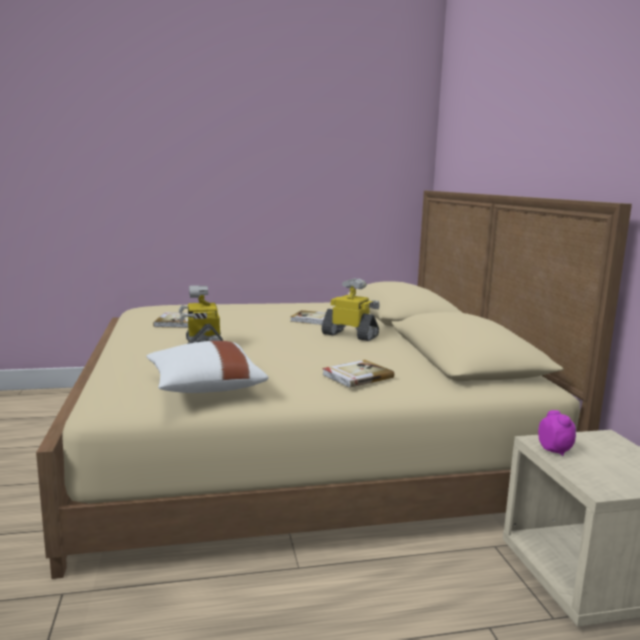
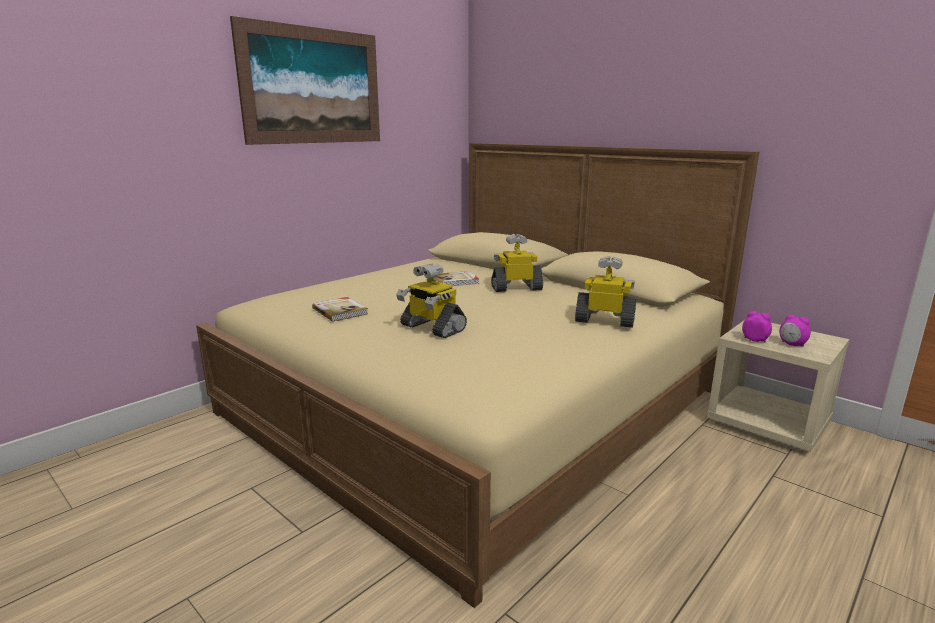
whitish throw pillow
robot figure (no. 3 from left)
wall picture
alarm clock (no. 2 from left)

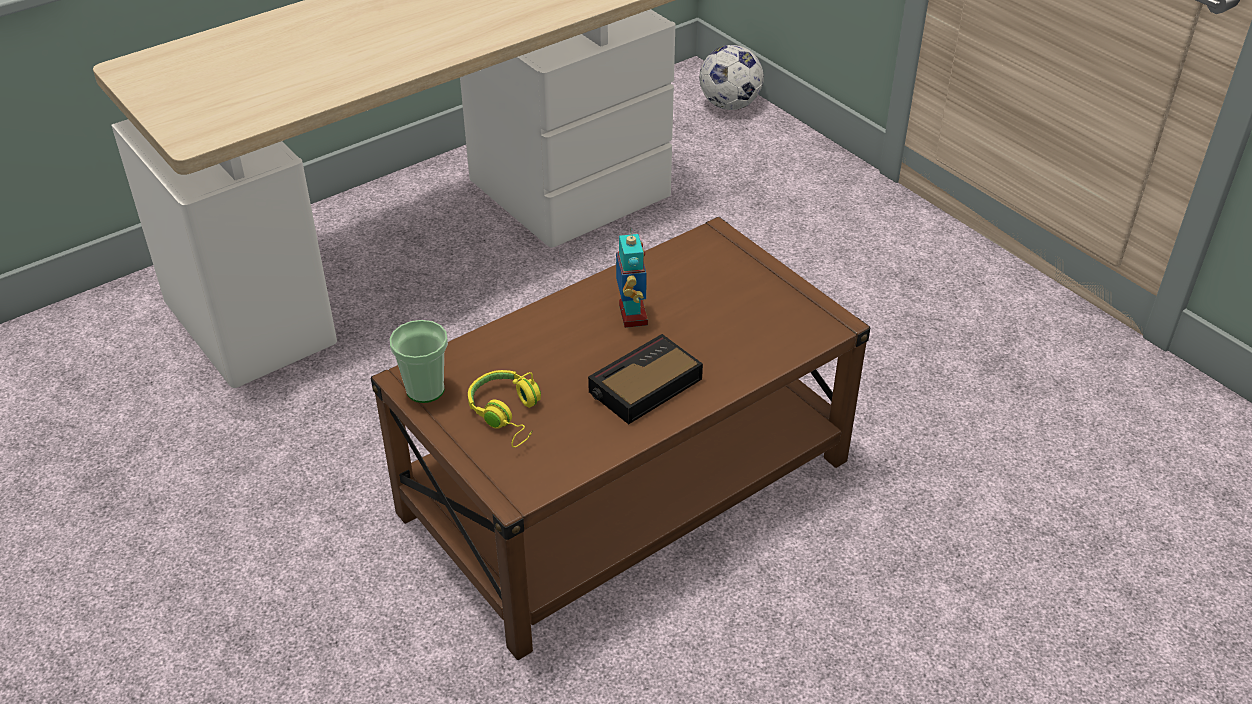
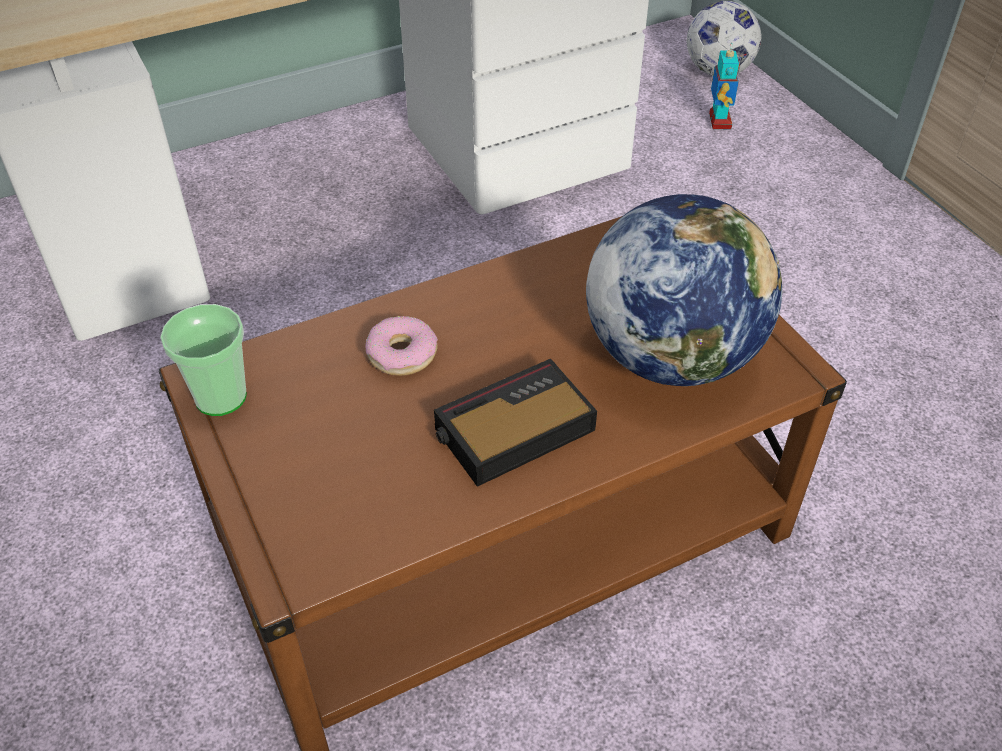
yellowish headset
robot figure
donut
world globe

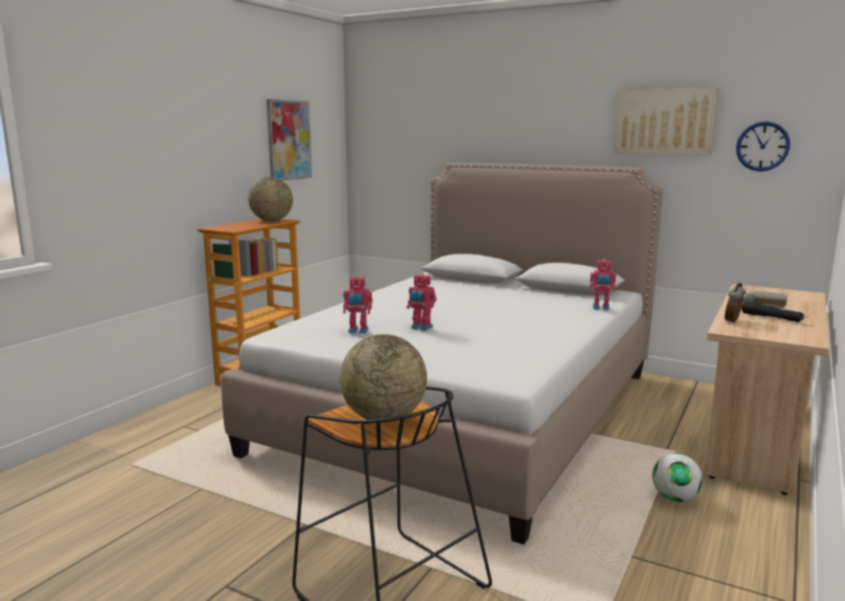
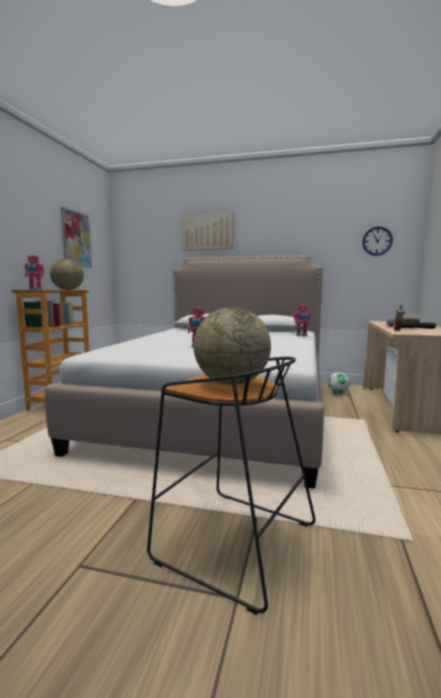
robot figure (no. 1 from left)
wall picture (no. 2 from left)
football ball

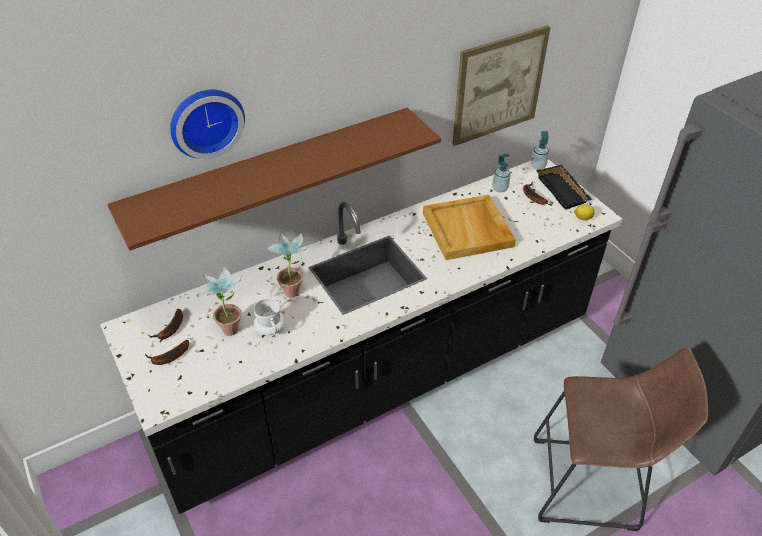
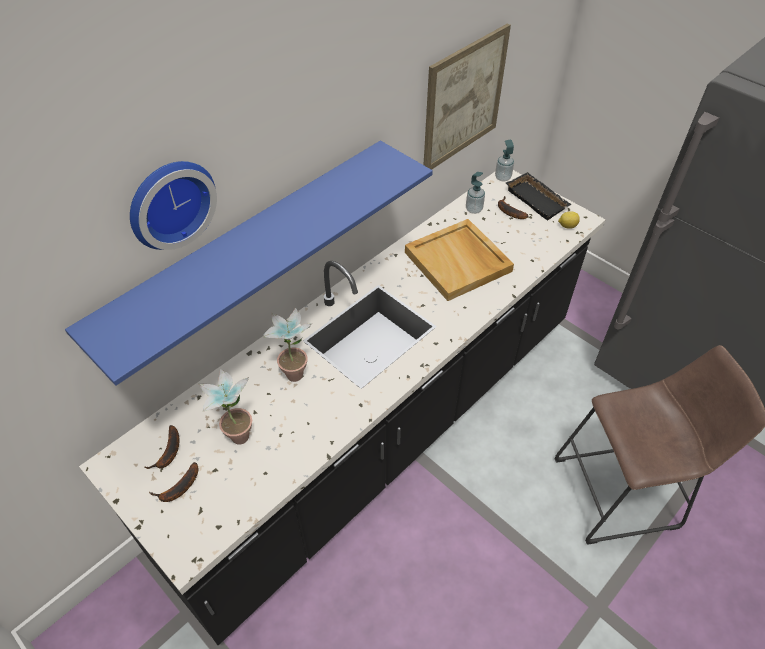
blue-coloured wall shelf
whitish coffee mug

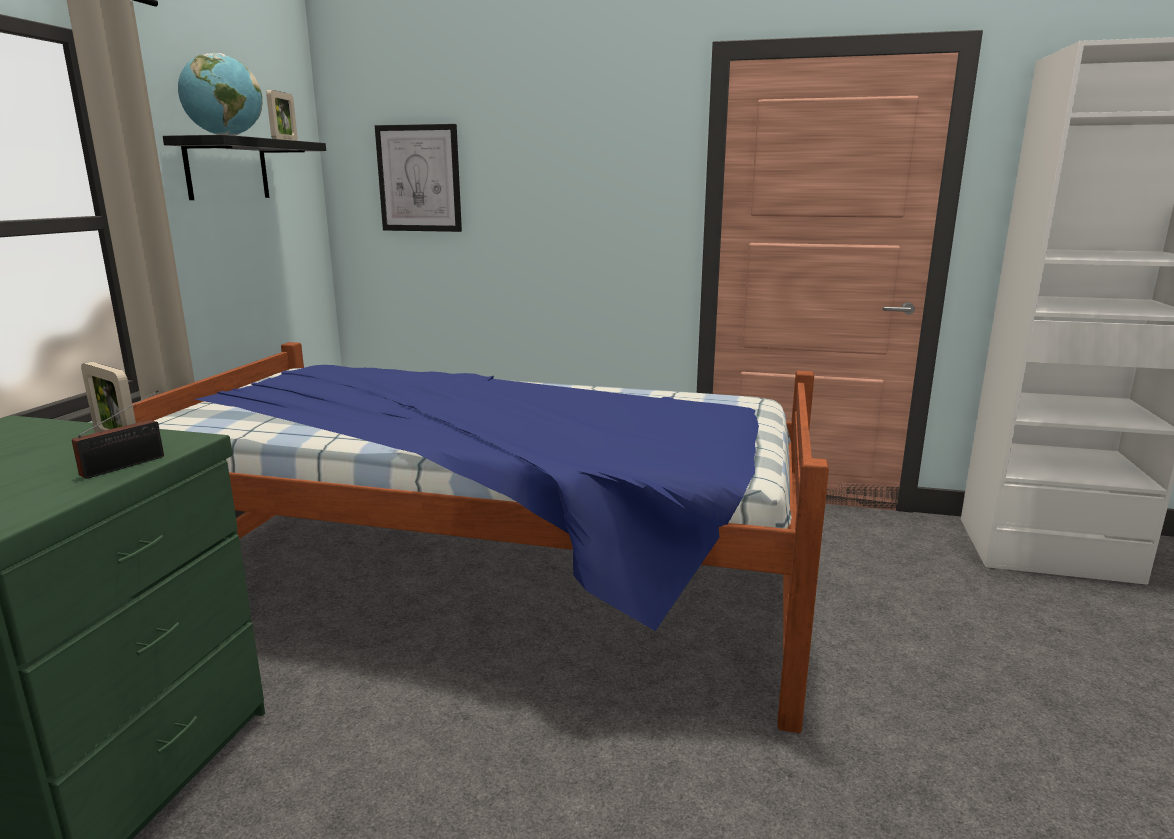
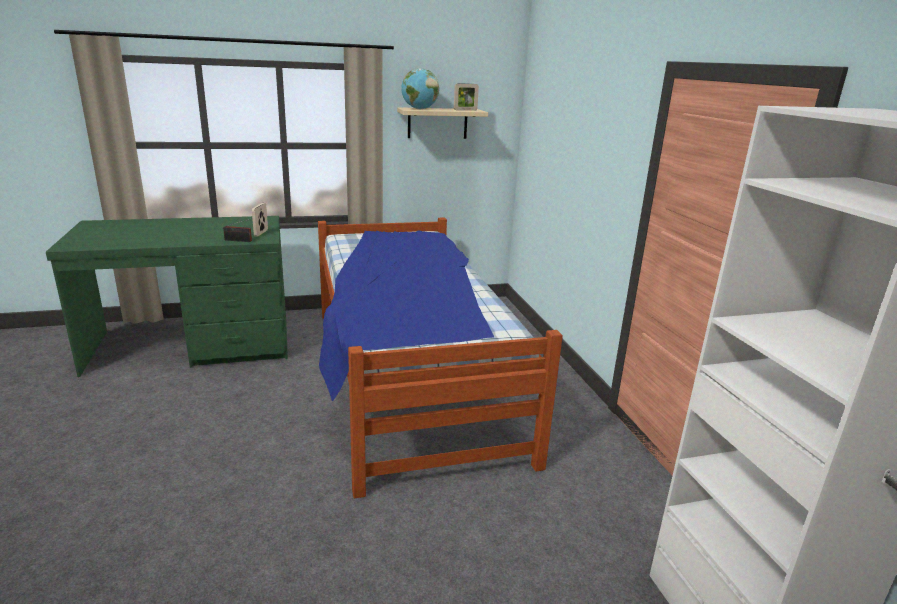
sand-coloured wall shelf
wall picture

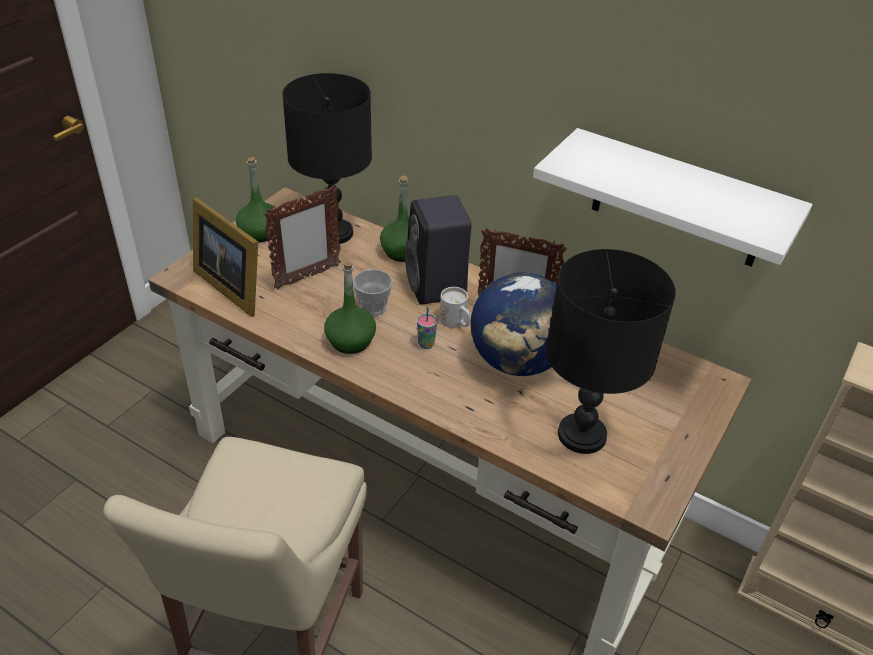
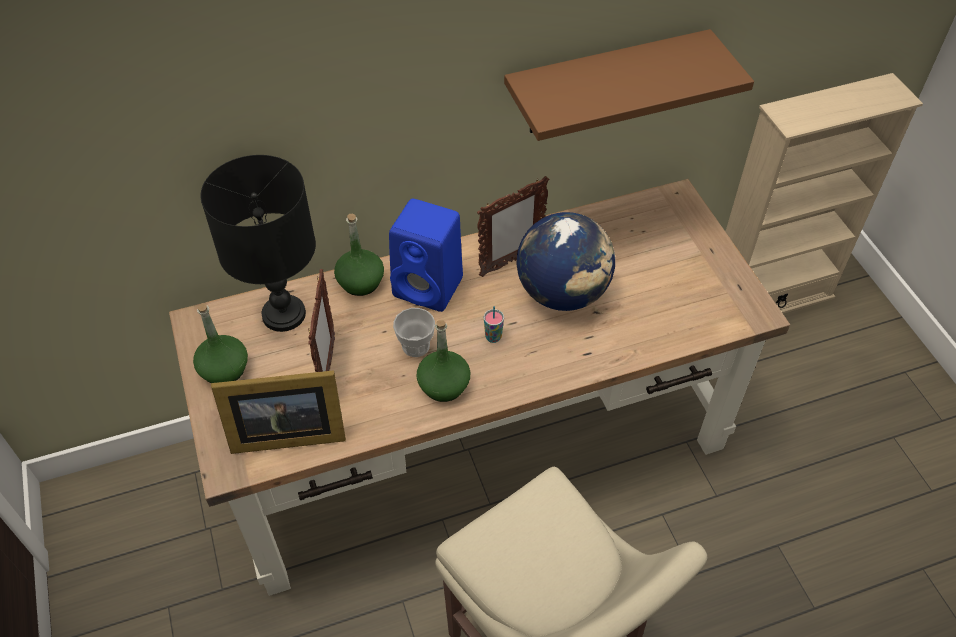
blue-coloured speaker
whitish coffee mug
brown-coloured wall shelf
black-coloured tabletop lamp (no. 2 from left in the first image)

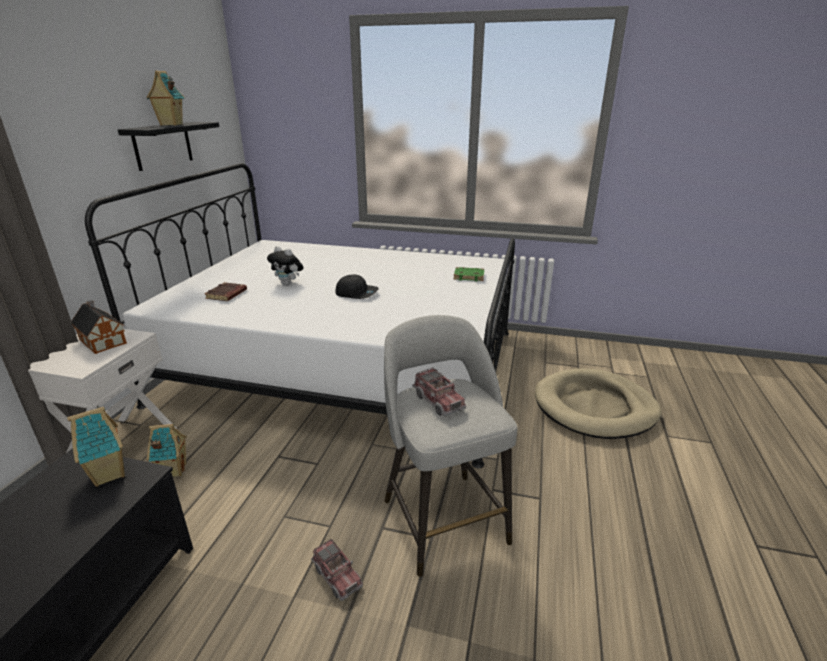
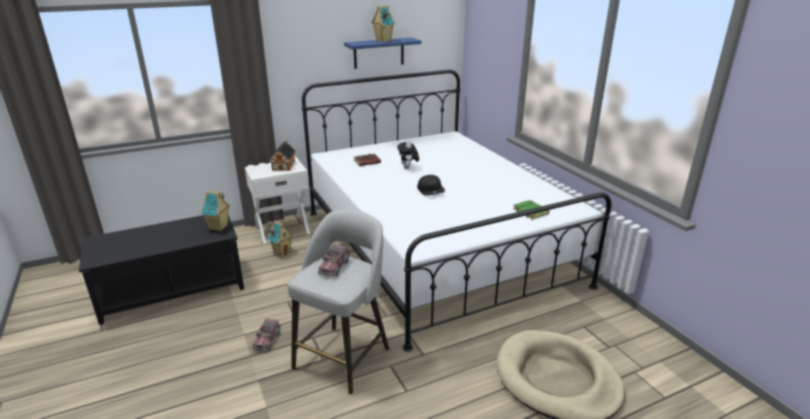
blue-coloured wall shelf

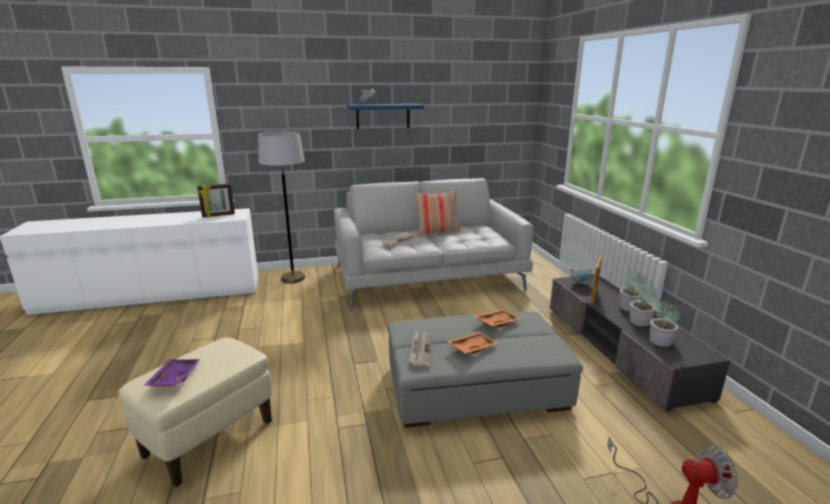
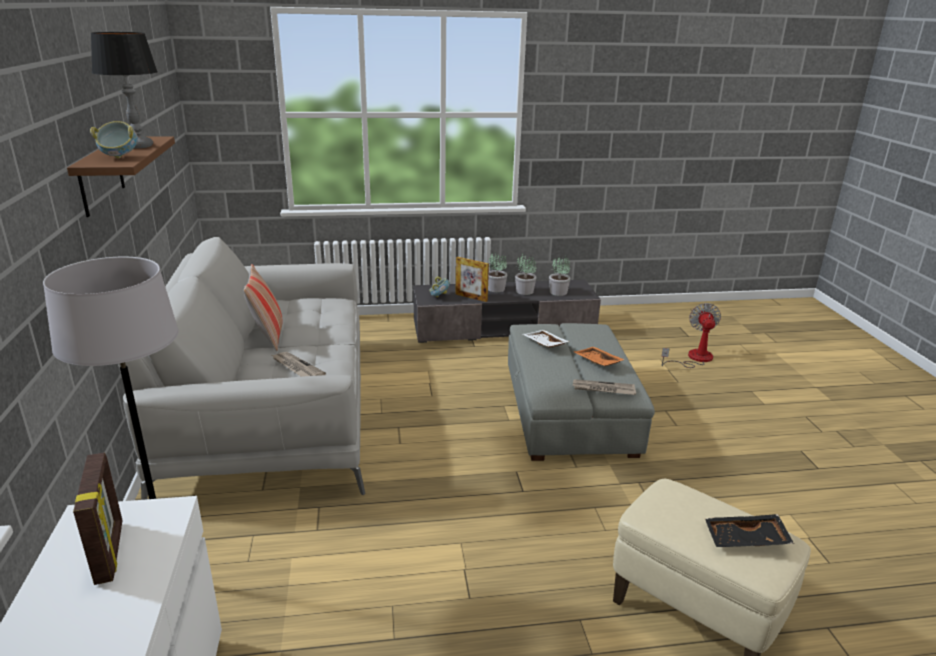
black-coloured tray
brown-coloured wall shelf
whitish tray
tabletop lamp

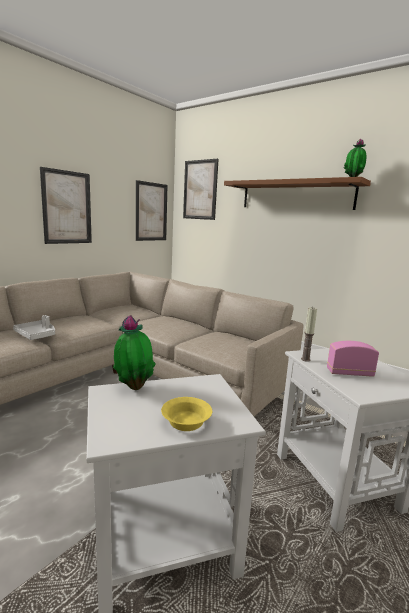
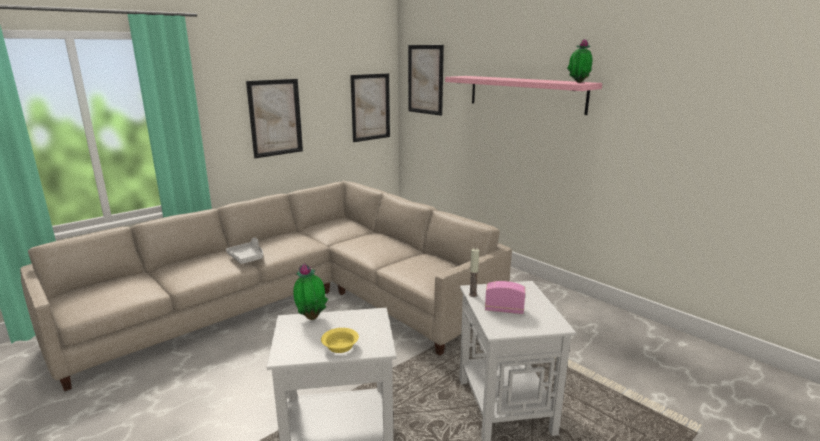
pinkish wall shelf

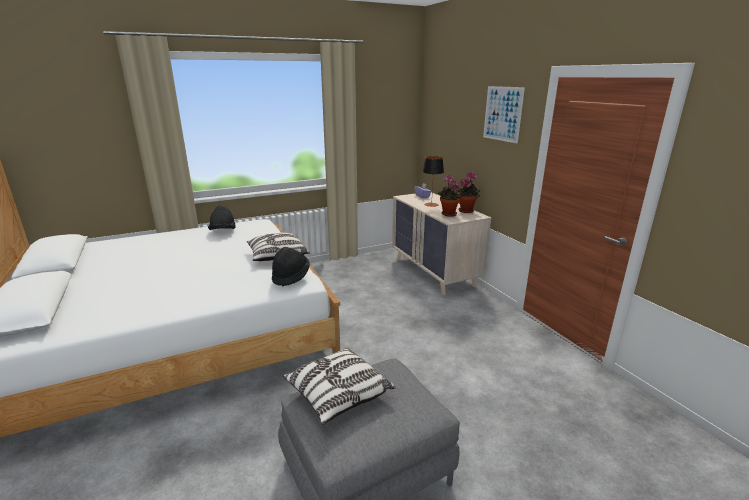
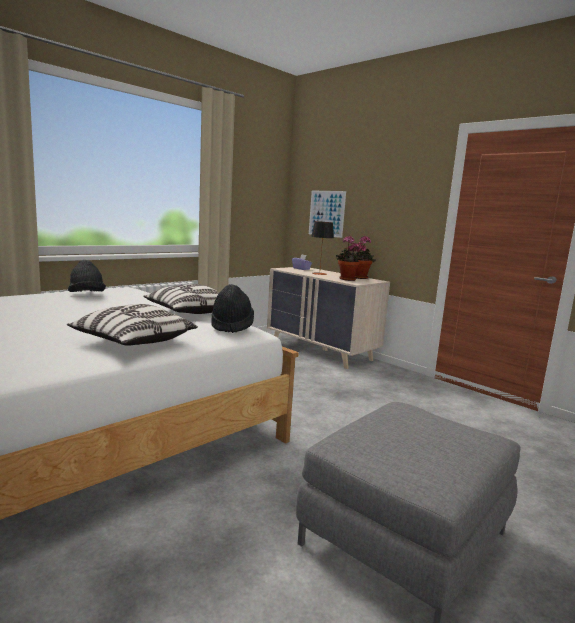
throw pillow (no. 1 from left)
wall picture

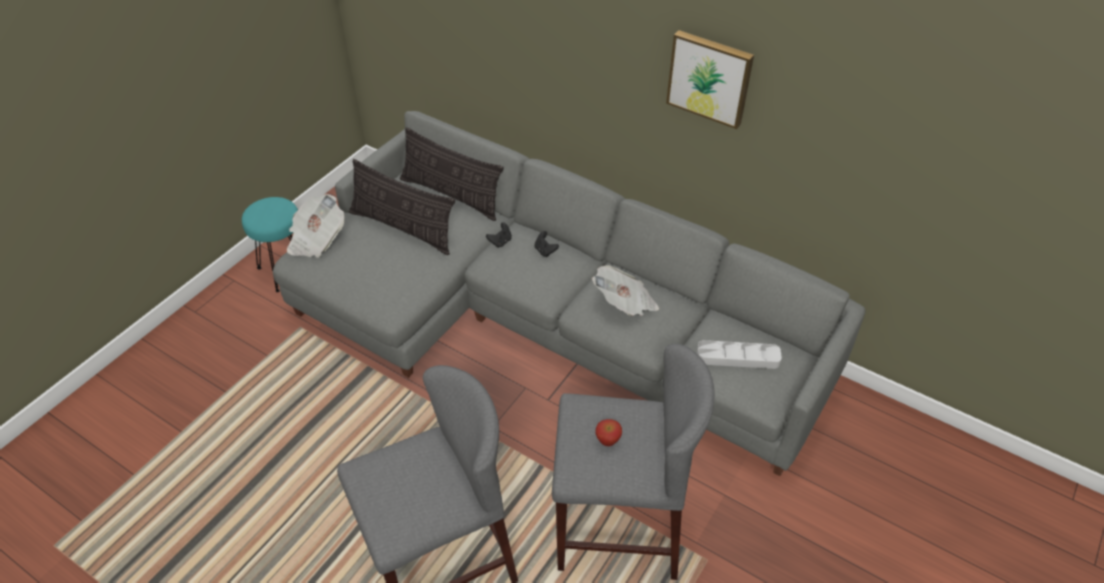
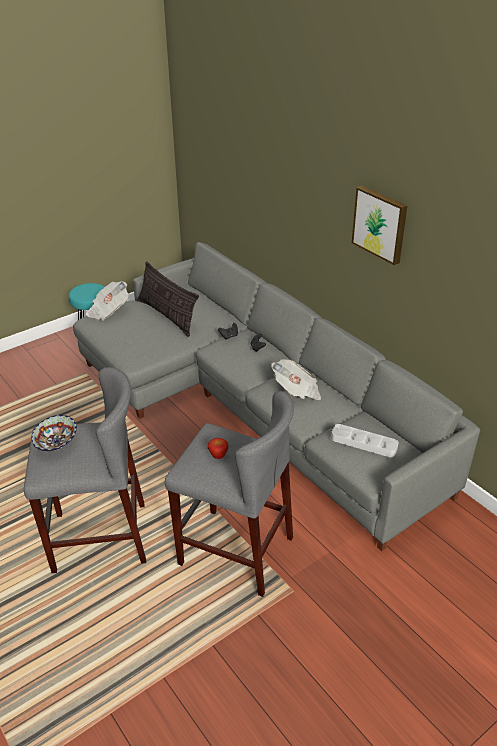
throw pillow (no. 2 from left in the first image)
serving bowl

